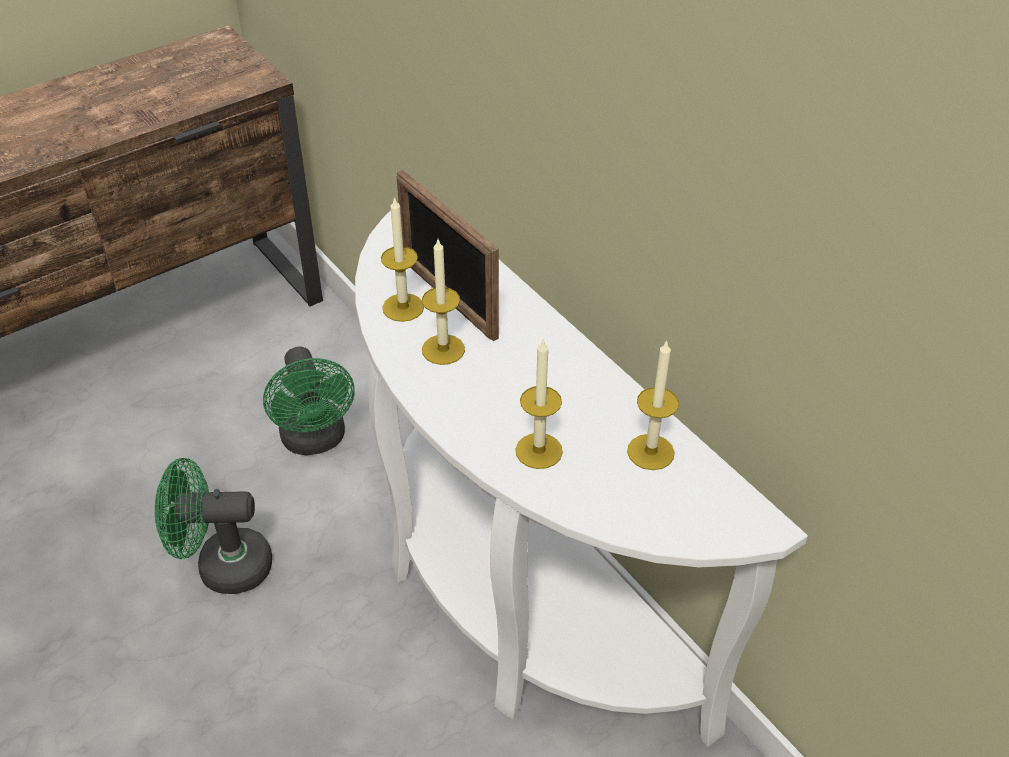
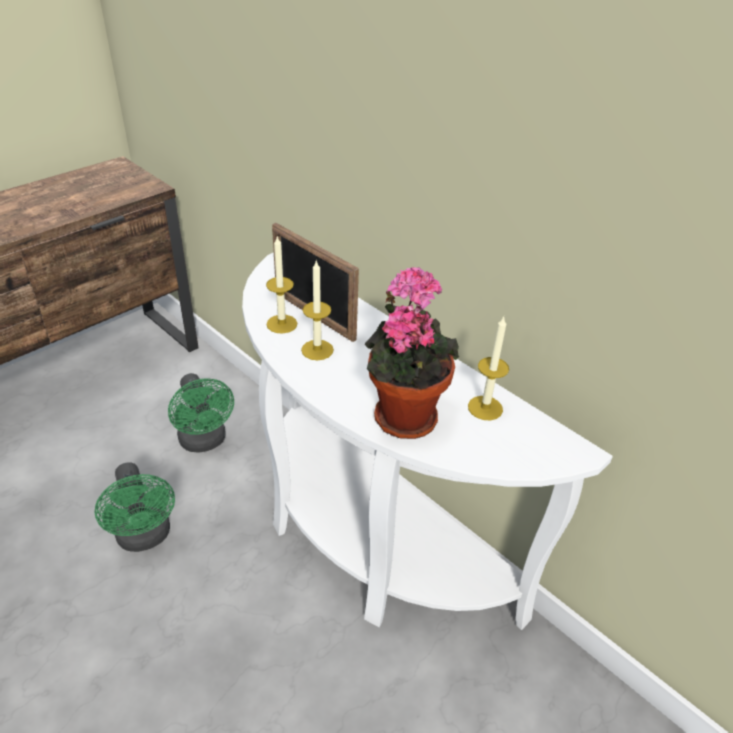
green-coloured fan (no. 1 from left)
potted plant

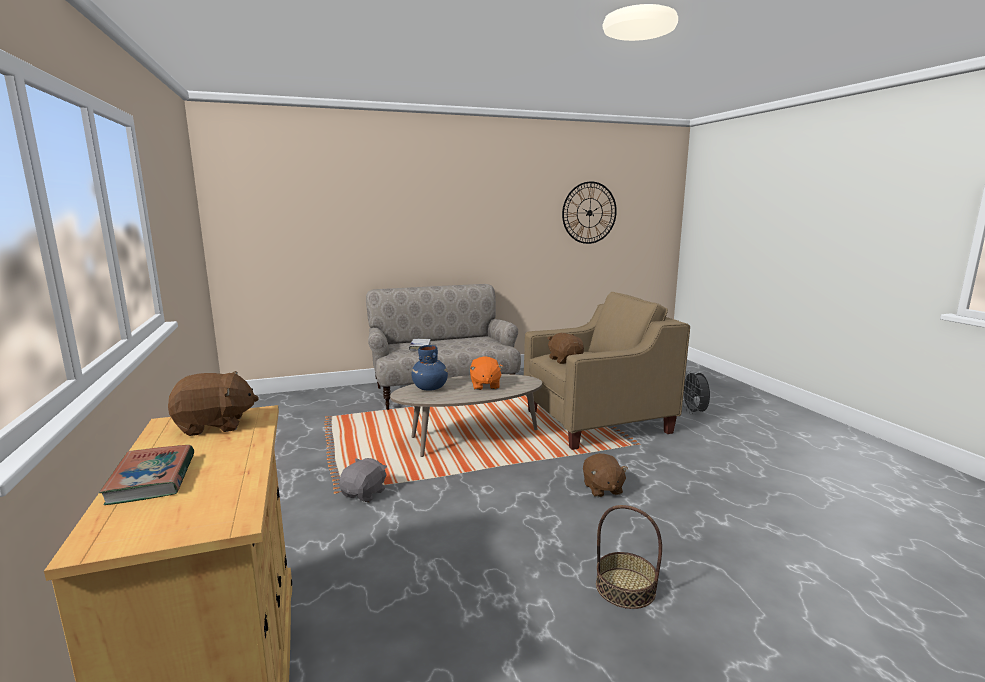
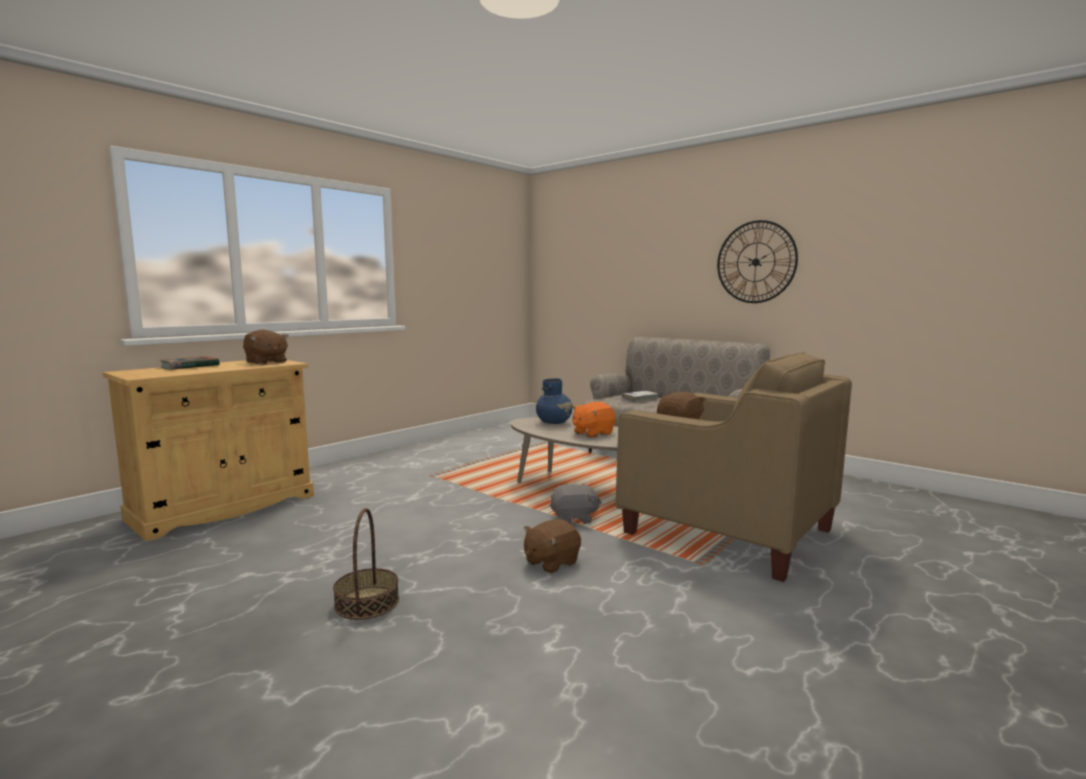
greyish plush toy
clock on the wall
greyish fan

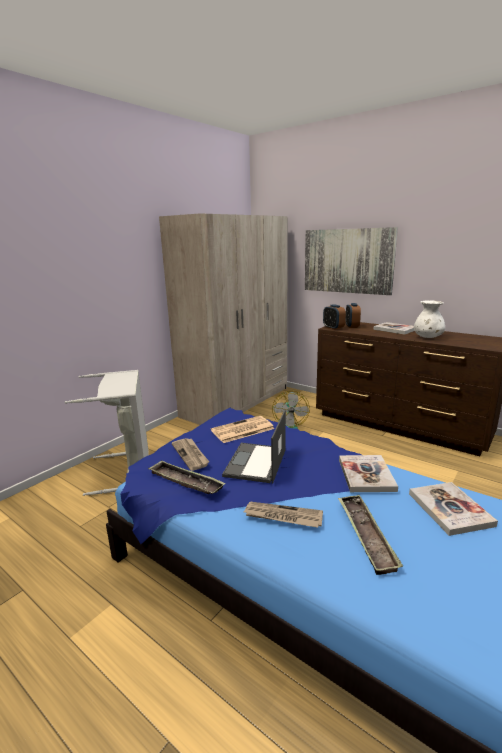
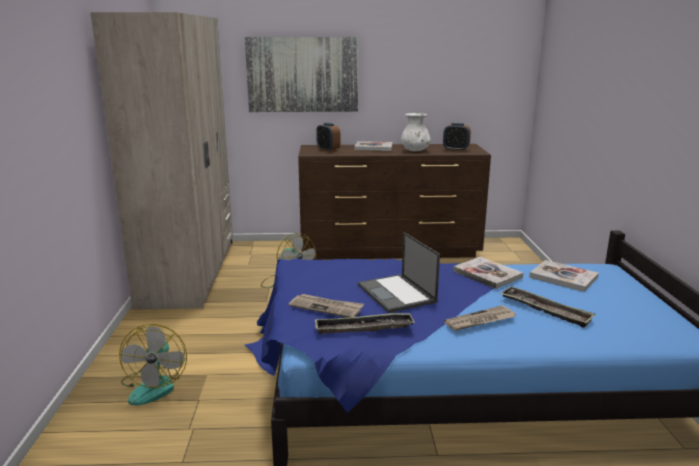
fan (no. 1 from left)
daily paper (no. 2 from left in the first image)
alarm clock (no. 2 from left)

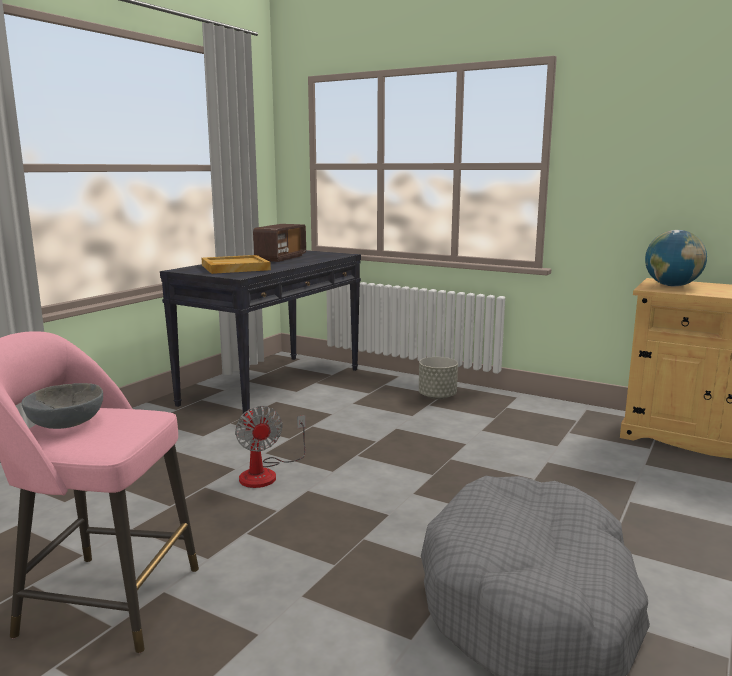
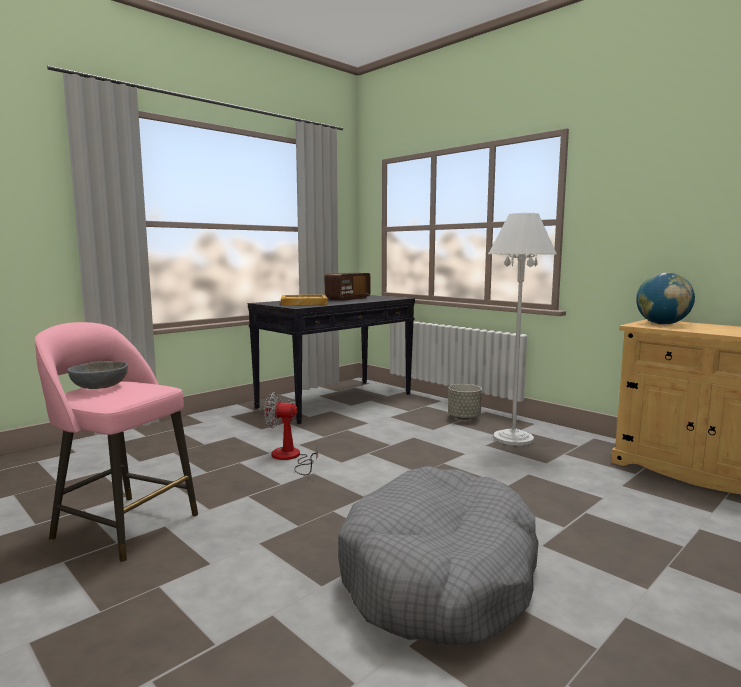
fan
whitish standing lamp

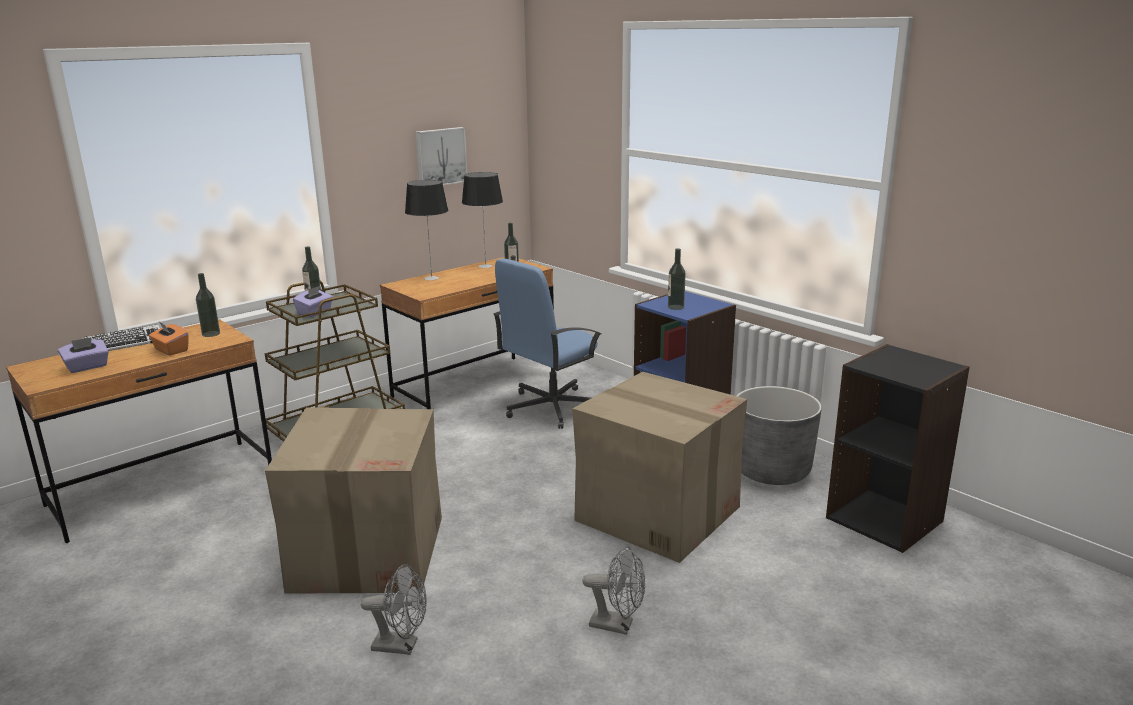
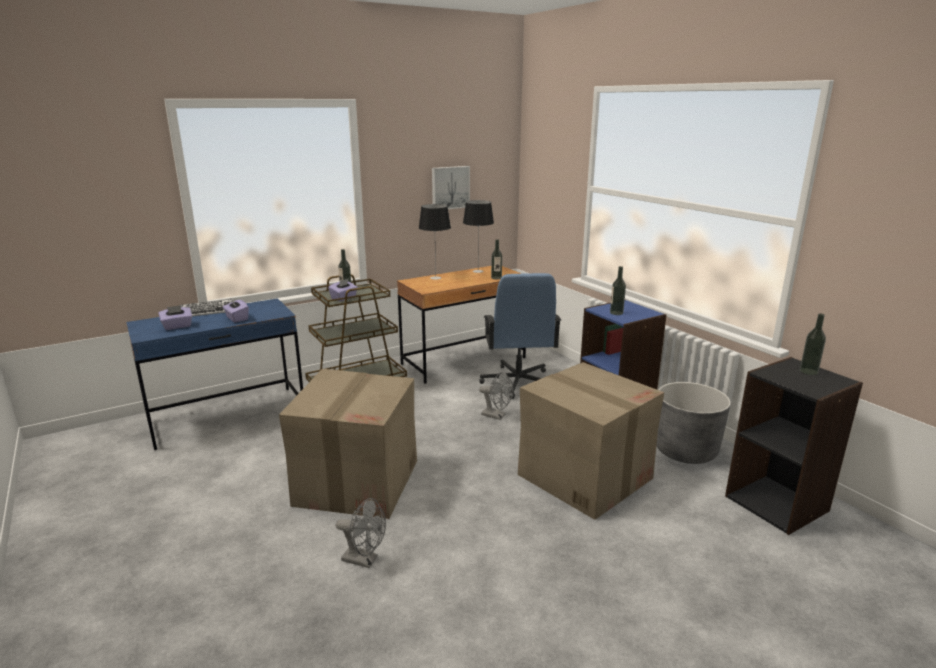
blue-coloured desk table
purplish tissue box (no. 2 from left)
beverage bottle (no. 4 from left)
blue-coloured computer chair
greyish fan (no. 2 from left)

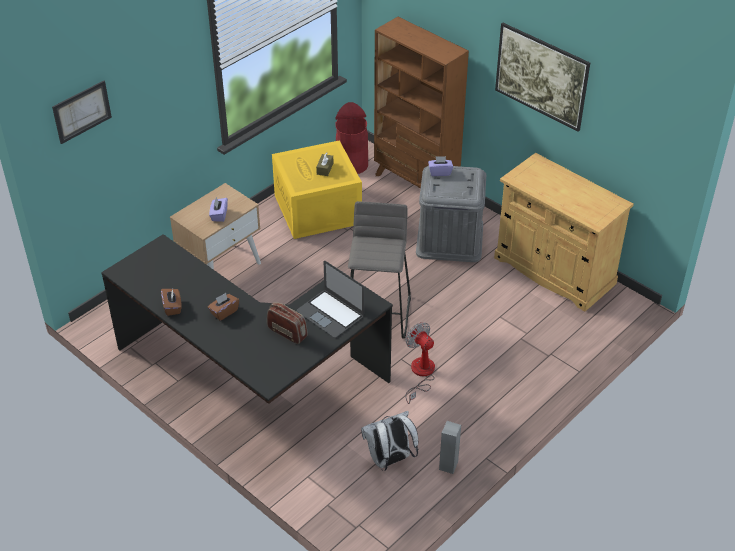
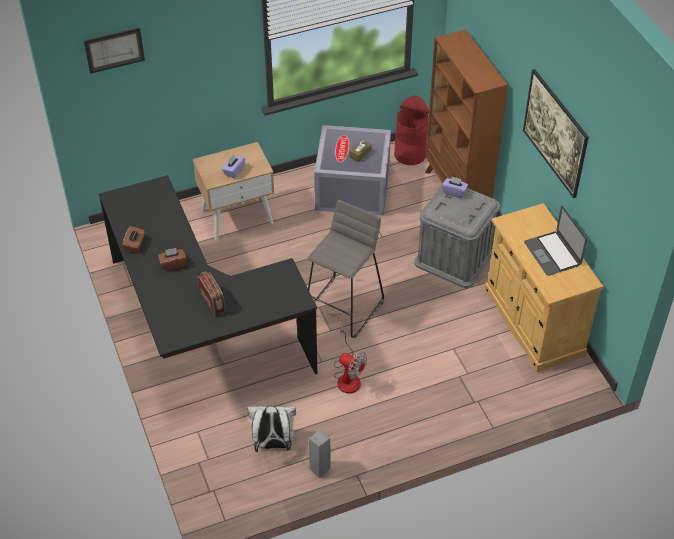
greyish storage bin (no. 1 from left)
portable computer
fan

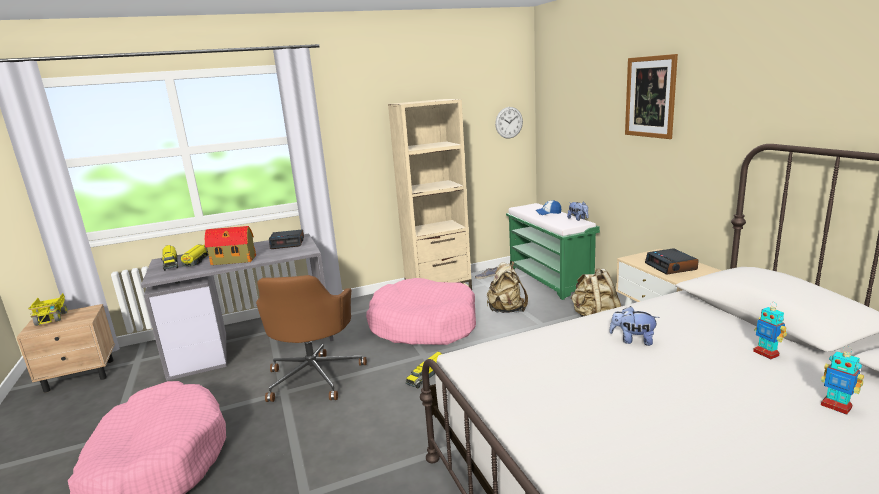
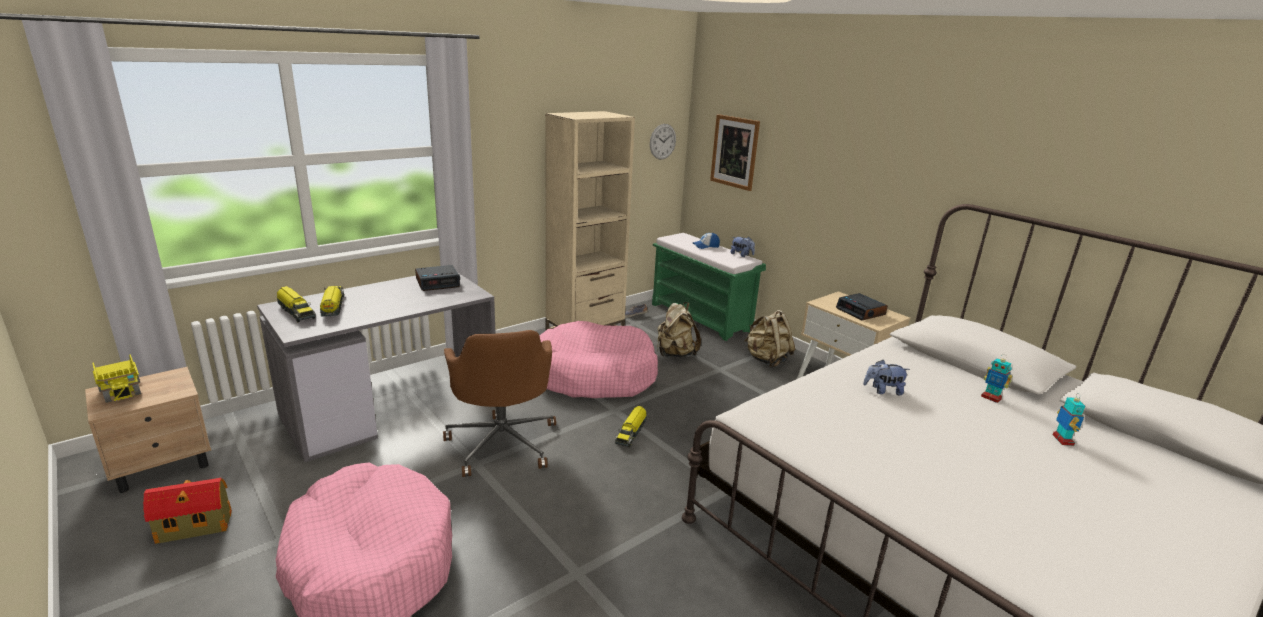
toy house
wall picture
robot figure (no. 2 from left)

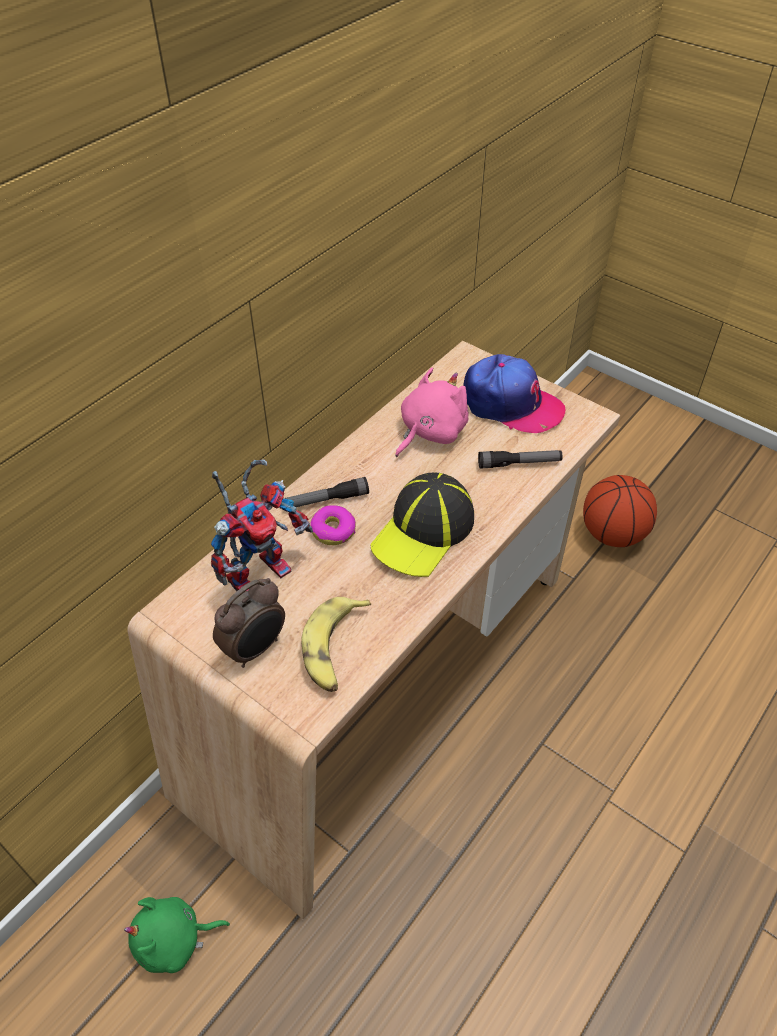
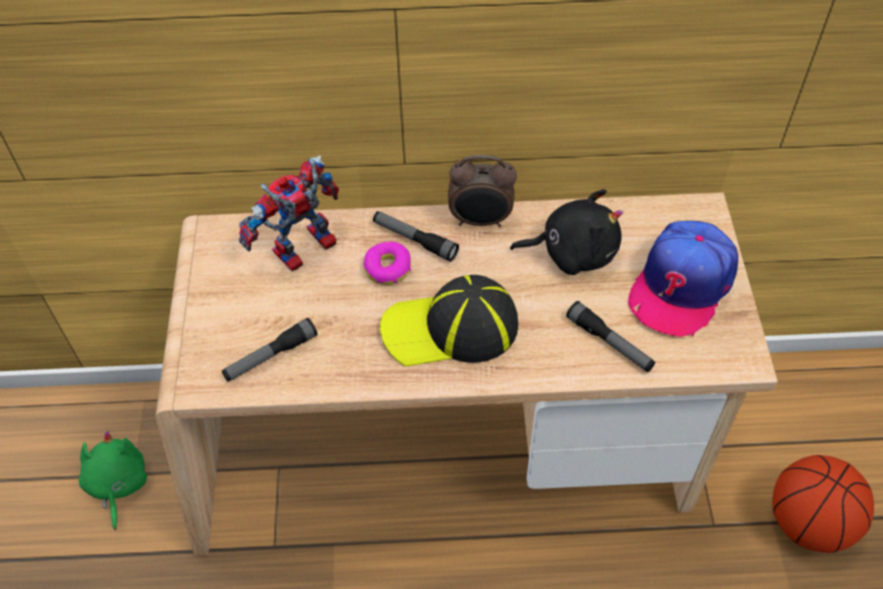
green-coloured plush toy
robot figure
alarm clock
flashlight (no. 1 from left)
black-coloured plush toy
peaked cap (no. 2 from left)

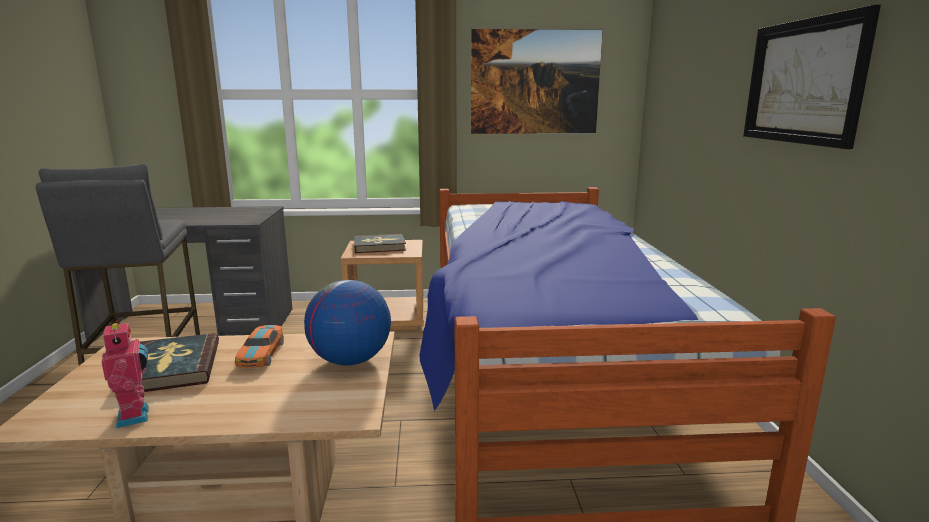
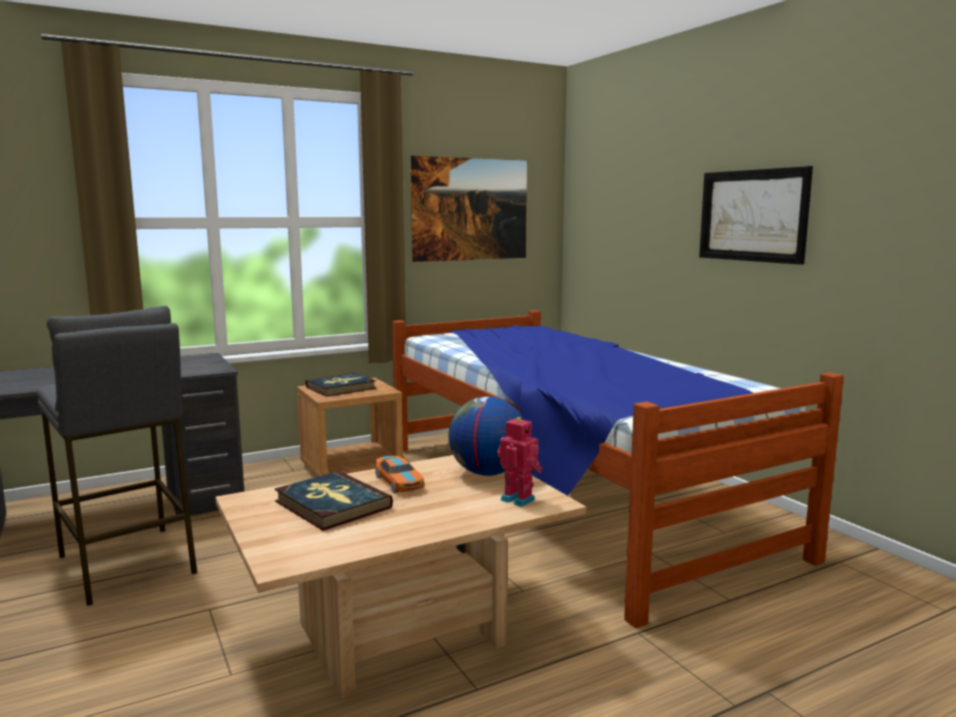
robot figure

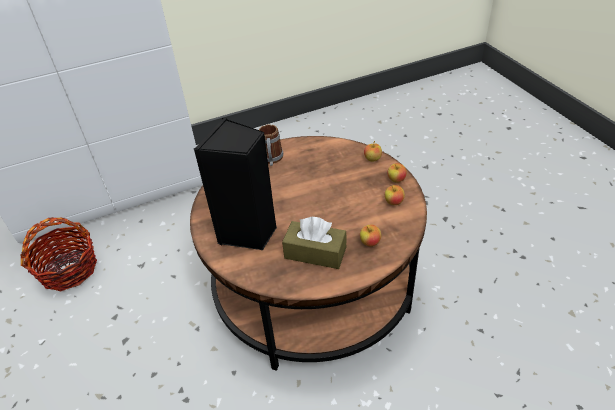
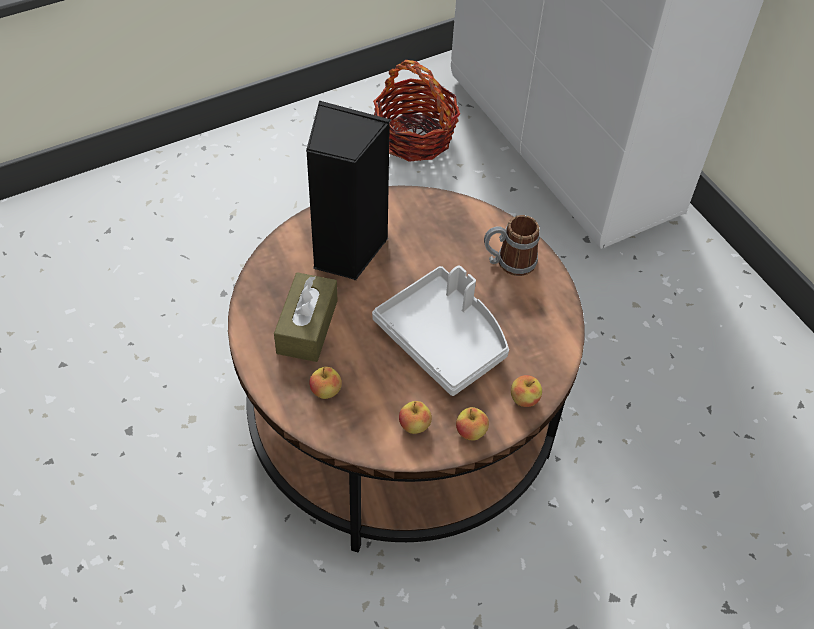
greyish tray

